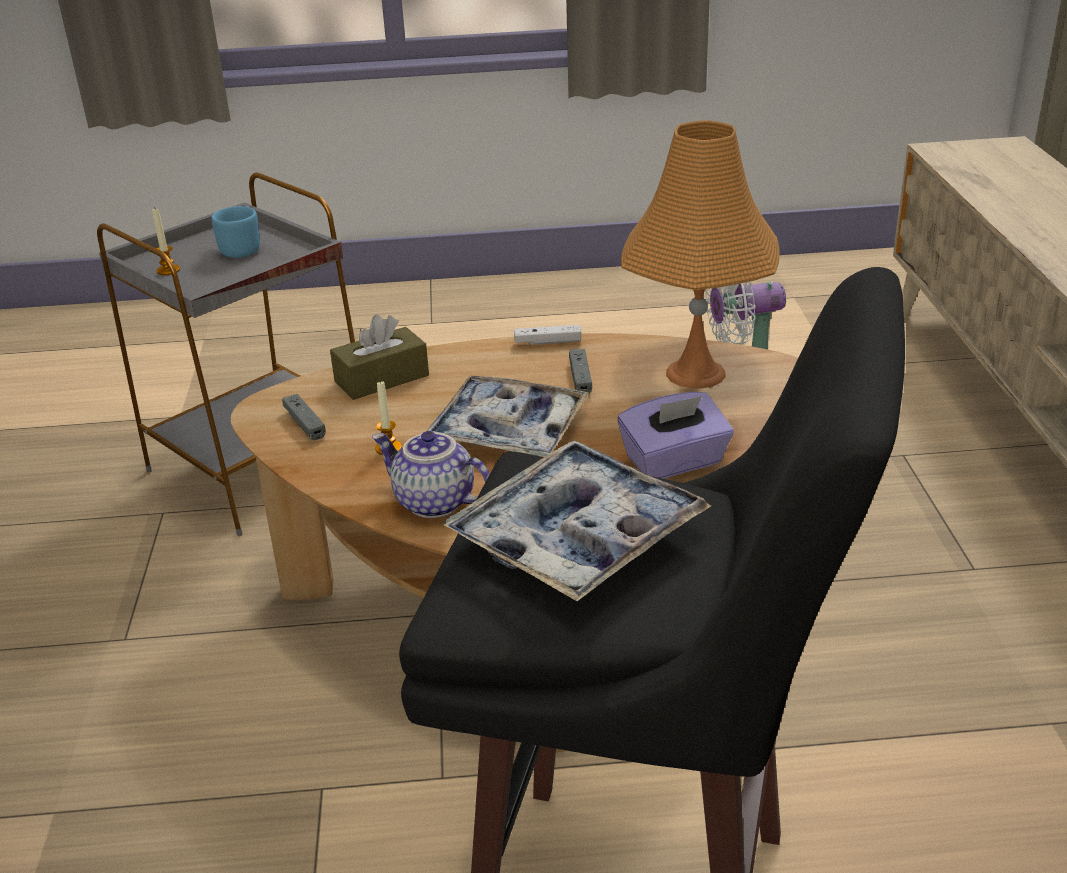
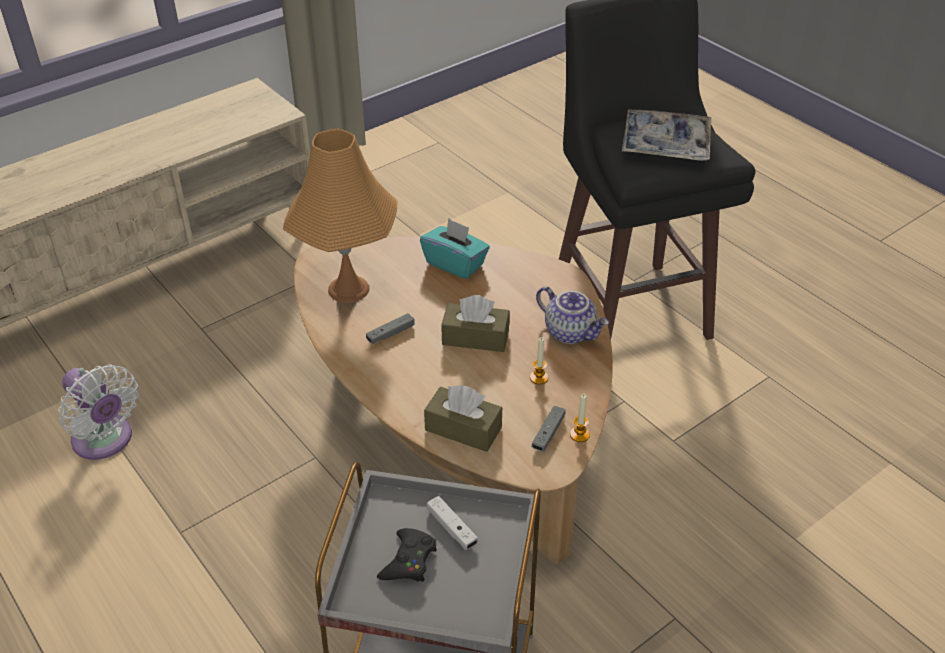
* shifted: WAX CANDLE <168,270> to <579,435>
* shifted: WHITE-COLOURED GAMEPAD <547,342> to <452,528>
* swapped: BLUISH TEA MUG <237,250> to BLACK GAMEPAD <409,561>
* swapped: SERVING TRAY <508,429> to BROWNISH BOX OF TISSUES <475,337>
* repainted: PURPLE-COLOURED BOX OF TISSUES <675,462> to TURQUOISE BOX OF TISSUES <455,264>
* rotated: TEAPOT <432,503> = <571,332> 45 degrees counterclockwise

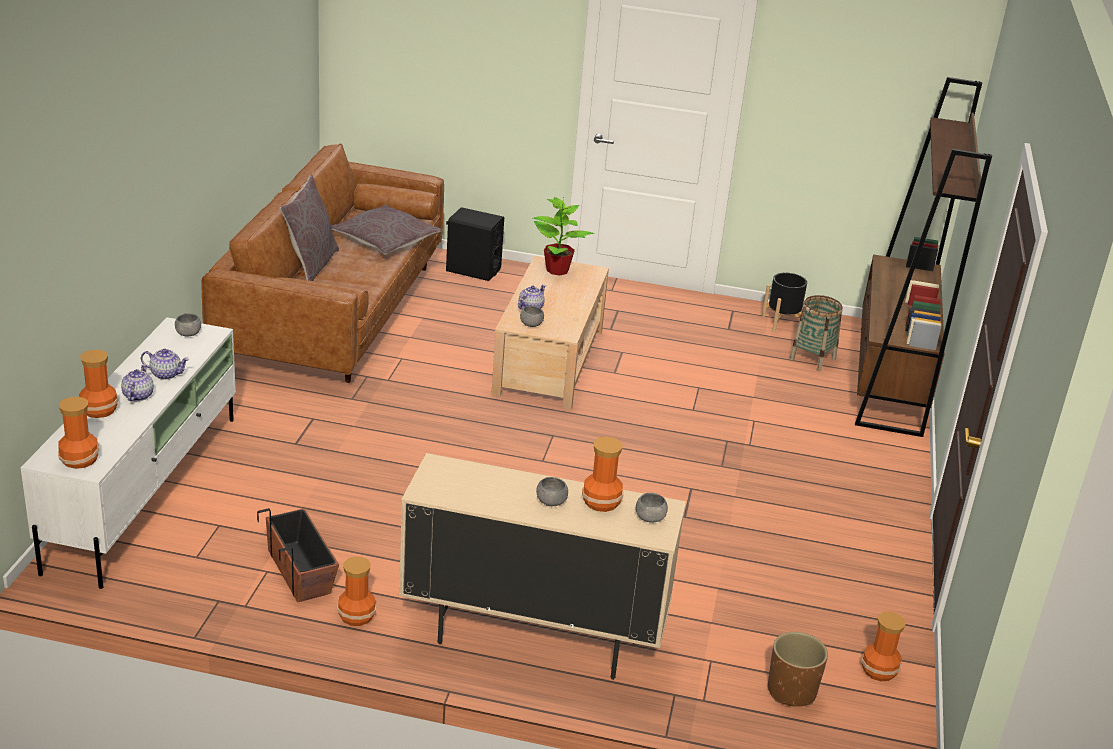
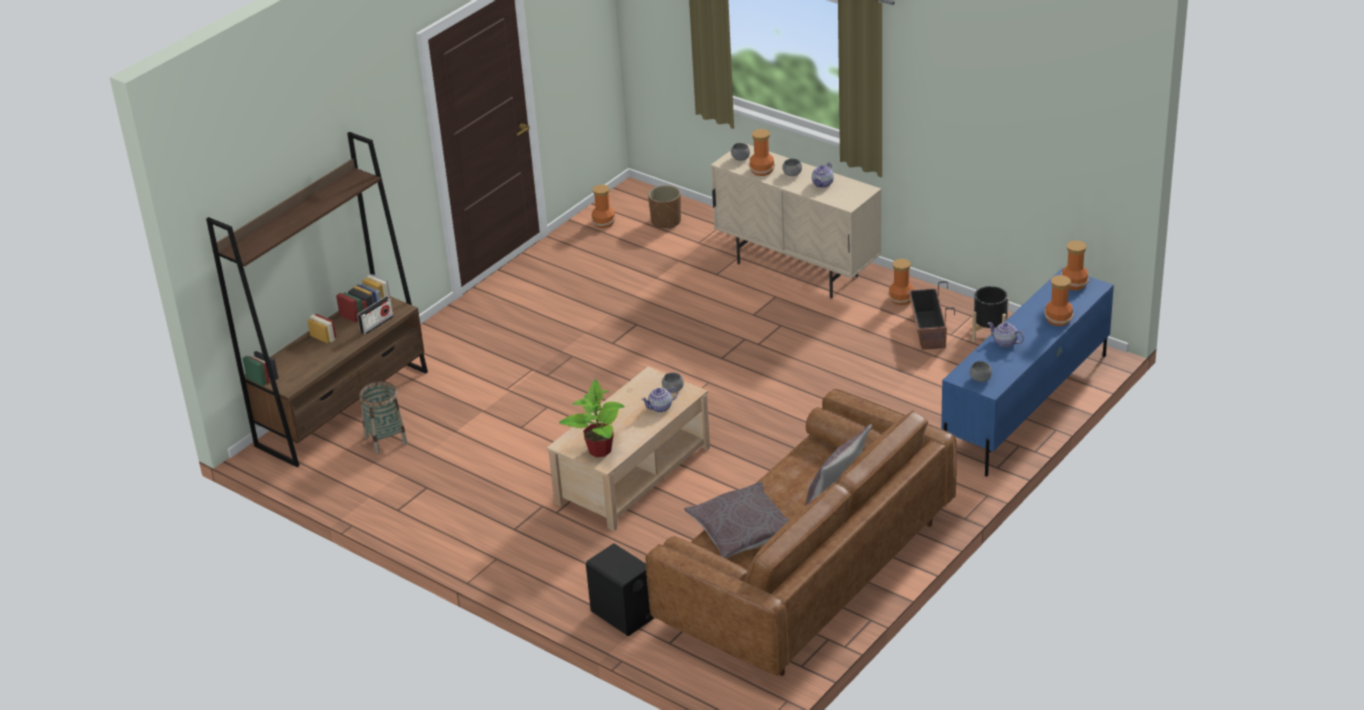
* new: RADIO <376,324>
* shifted: TEAPOT <137,395> to <823,184>
* shifted: BLACK PLANTER <782,323> to <989,333>
* repainted: WHITE-COLOURED TV UNIT <145,490> to BLUISH TV UNIT <1025,406>

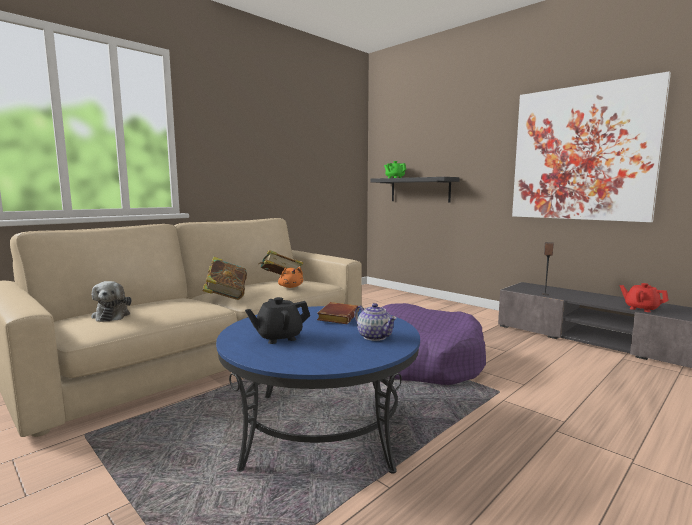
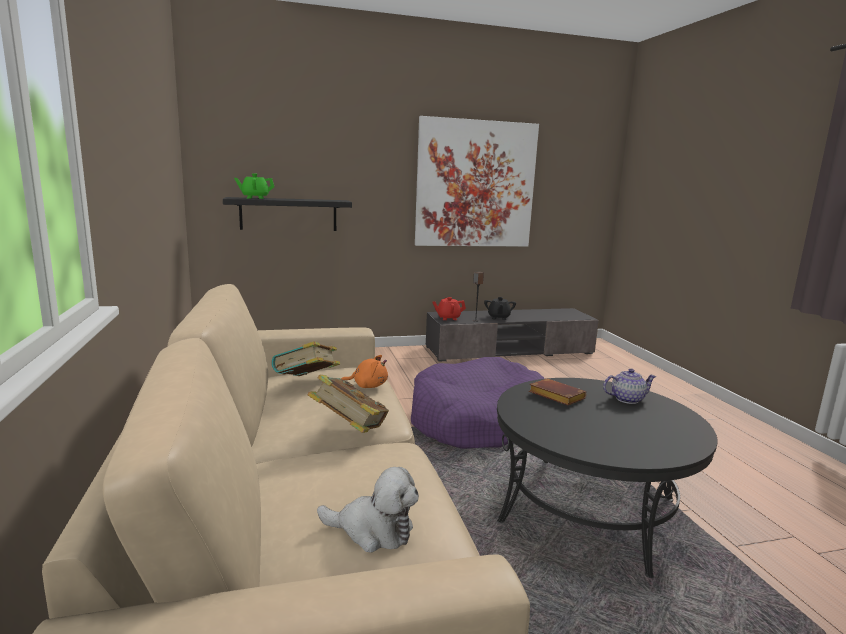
* shifted: BLACK TEAPOT <278,337> to <498,317>
* shifted: RED-COLOURED TEAPOT <641,309> to <448,318>
* repainted: BLUISH COFFEE TABLE <320,429> to BLACK COFFEE TABLE <588,510>

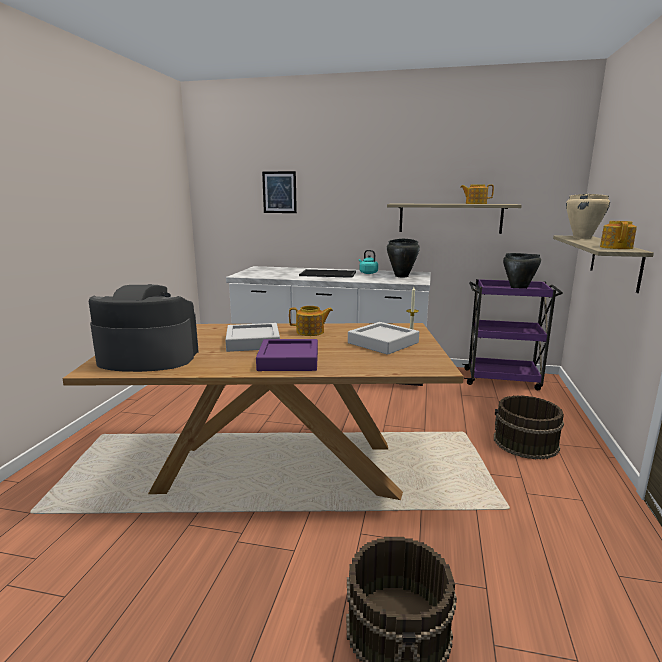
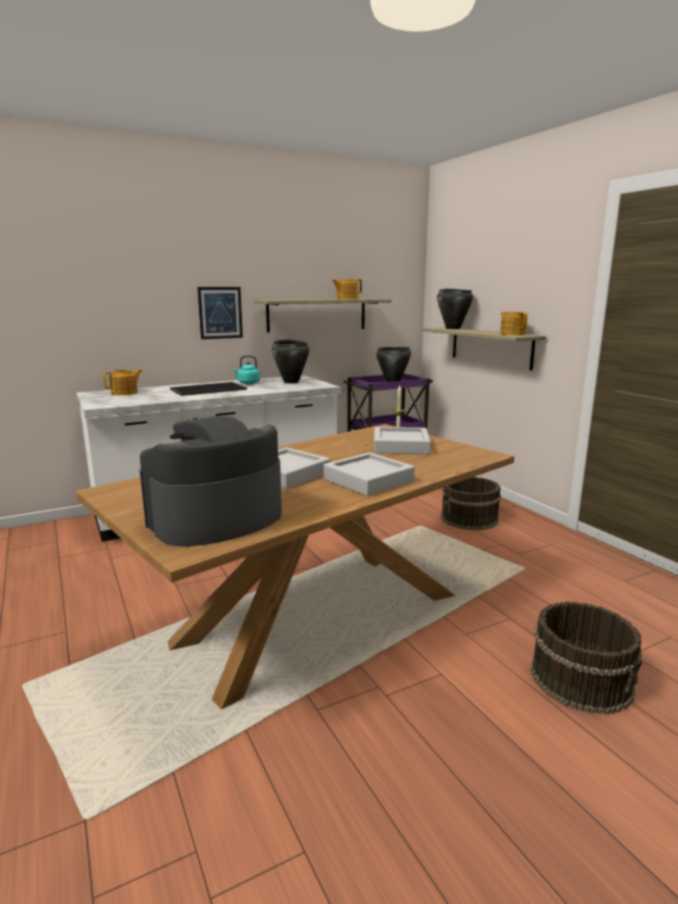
* shifted: WALL ART <279,192> to <220,313>
* shifted: TEAPOT <311,332> to <125,393>
* repainted: PURPLE-COLOURED SERVING TRAY <288,360> to GREYISH SERVING TRAY <368,480>
* repainted: BEIGE STOCKPOT <582,238> to BLACK STOCKPOT <453,328>

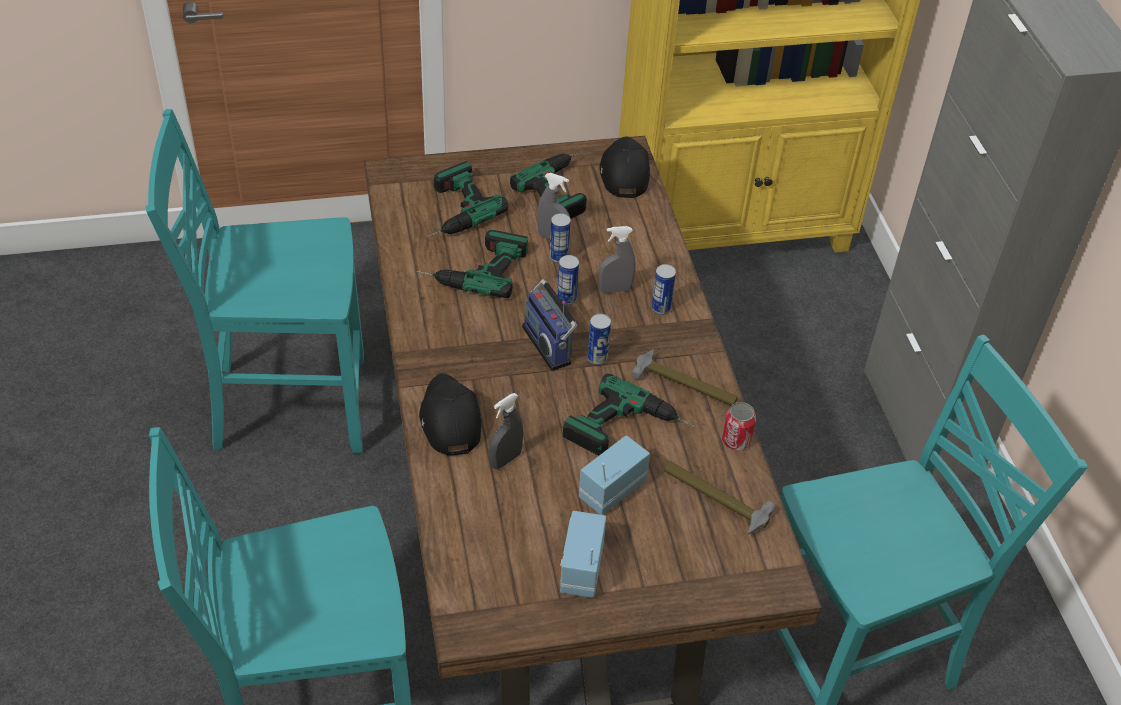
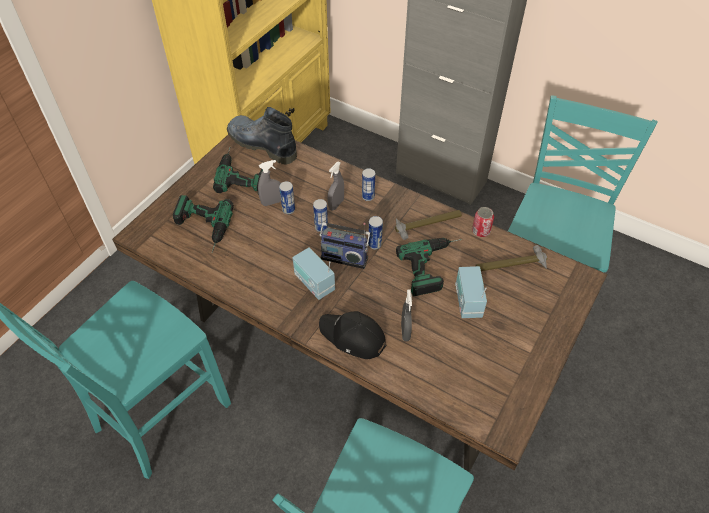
* gone: DRILL <472,268>
* shifted: RADIO <580,569> to <314,283>
* swapped: BLACK PEAKED CAP <623,173> to BOOT <261,144>

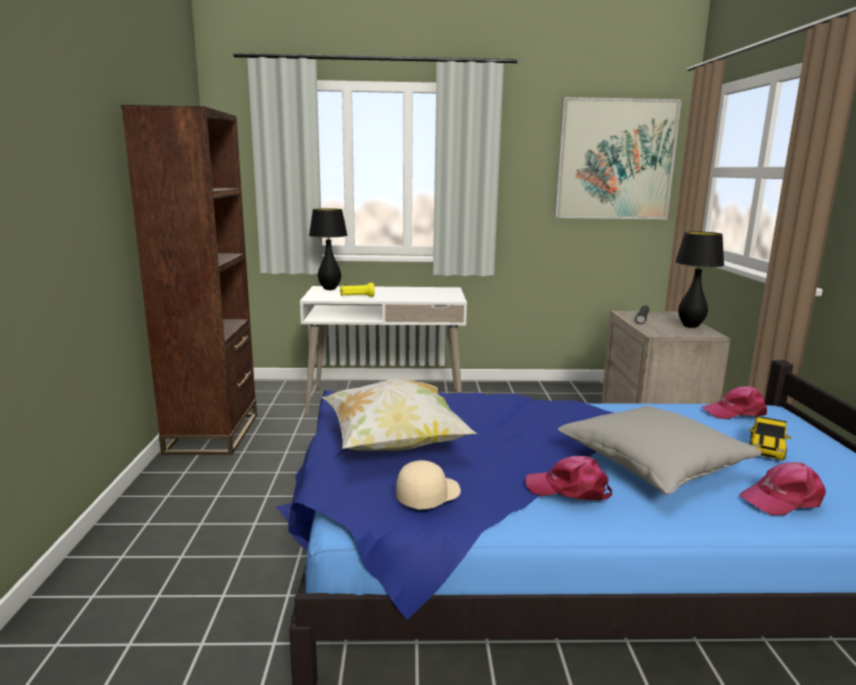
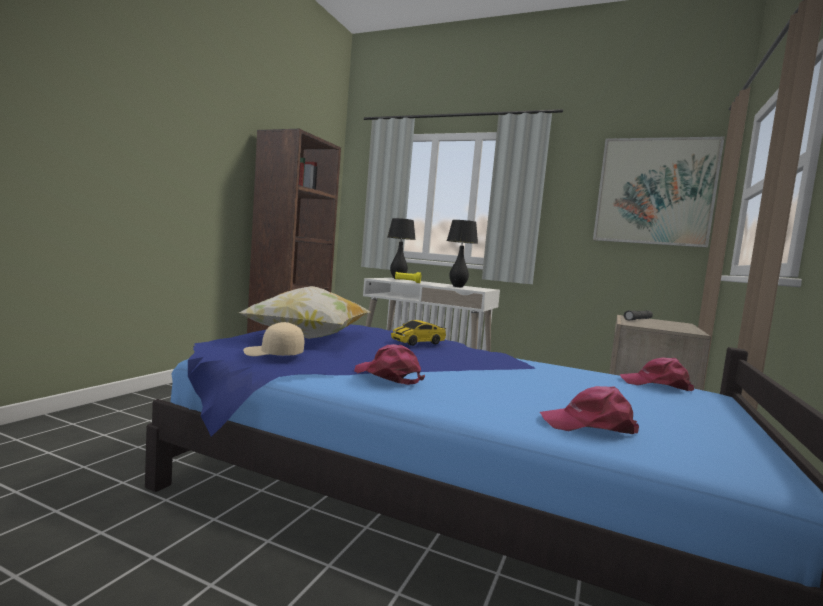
* gone: GREYISH CUSHION <652,465>
* shifted: BLACK TABLE LAMP <690,326> to <457,287>
* shifted: MODEL CAR <766,448> to <418,342>
* rotated: BEIGE PEAKED CAP <428,496> = <273,354> 150 degrees counterclockwise

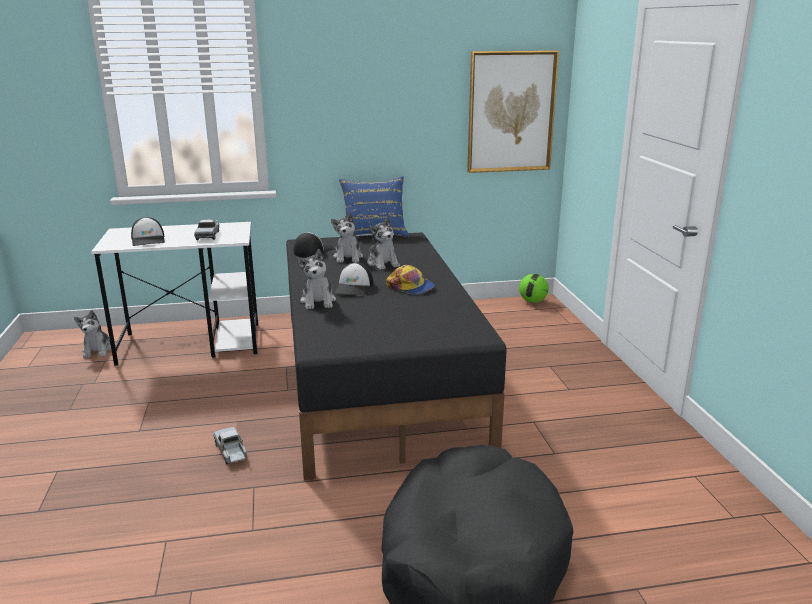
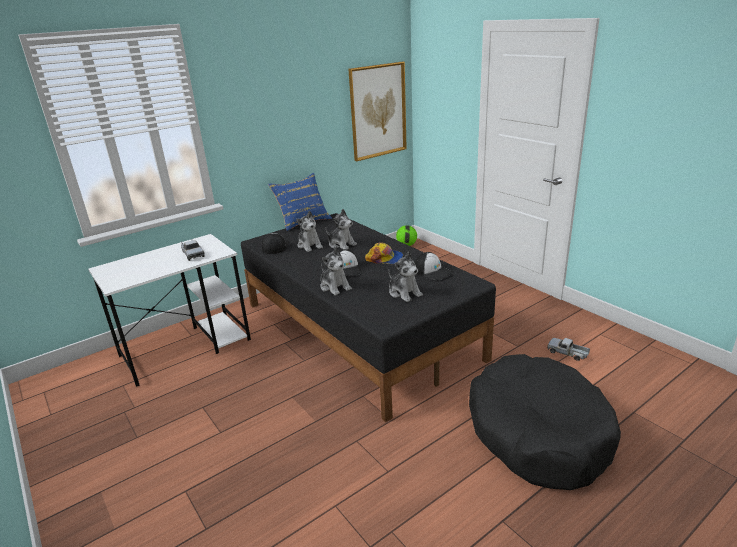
* shifted: SOFT TOY <98,350> to <404,293>
* shifted: PEAKED CAP <148,240> to <433,272>
* shifted: TOY TRUCK <231,452> to <567,353>

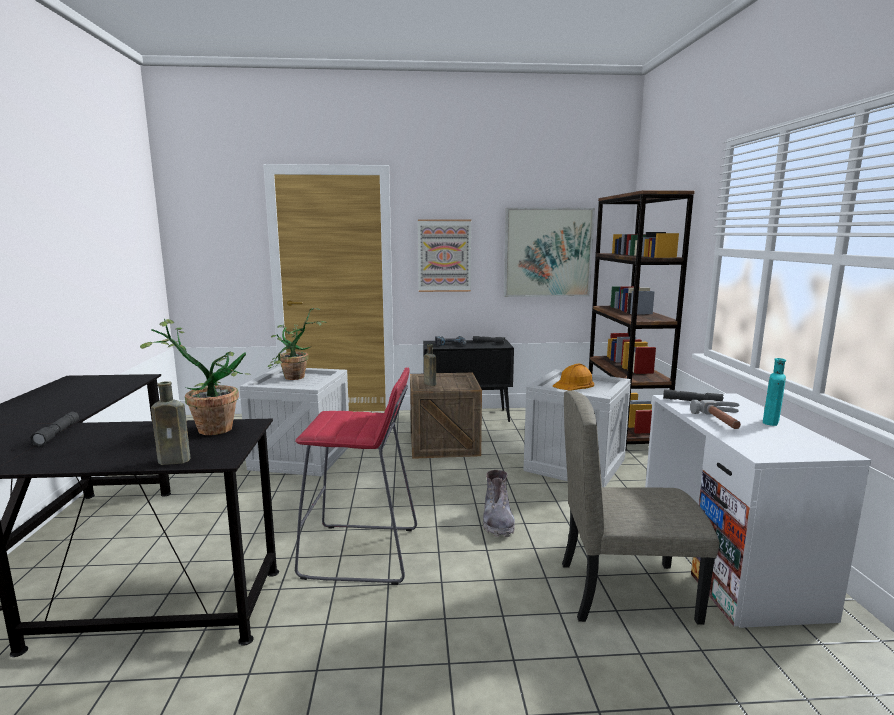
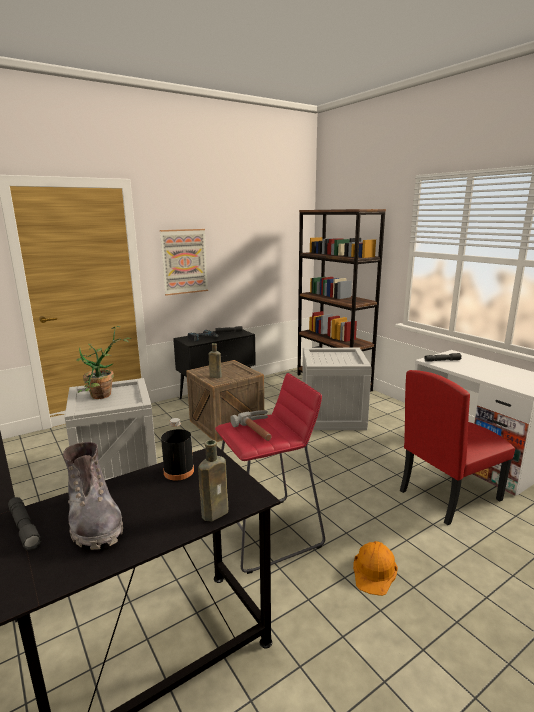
* gone: WALL ART <547,252>
* gone: TURQUOISE BOTTLE <770,422>
* shifted: GREYISH BOOT <497,521> to <94,520>
* shifted: ORANGE-COLOURED WORK HELMET <574,384> to <374,571>
* shifted: HAND HAMMER <726,421> to <260,430>
* swapped: HOUSEPLANT <207,428> to BLACK BOTTLE <179,471>
* repainted: BEIGE UPRIGHT CHAIR <626,591> to RED-COLOURED UPRIGHT CHAIR <449,495>

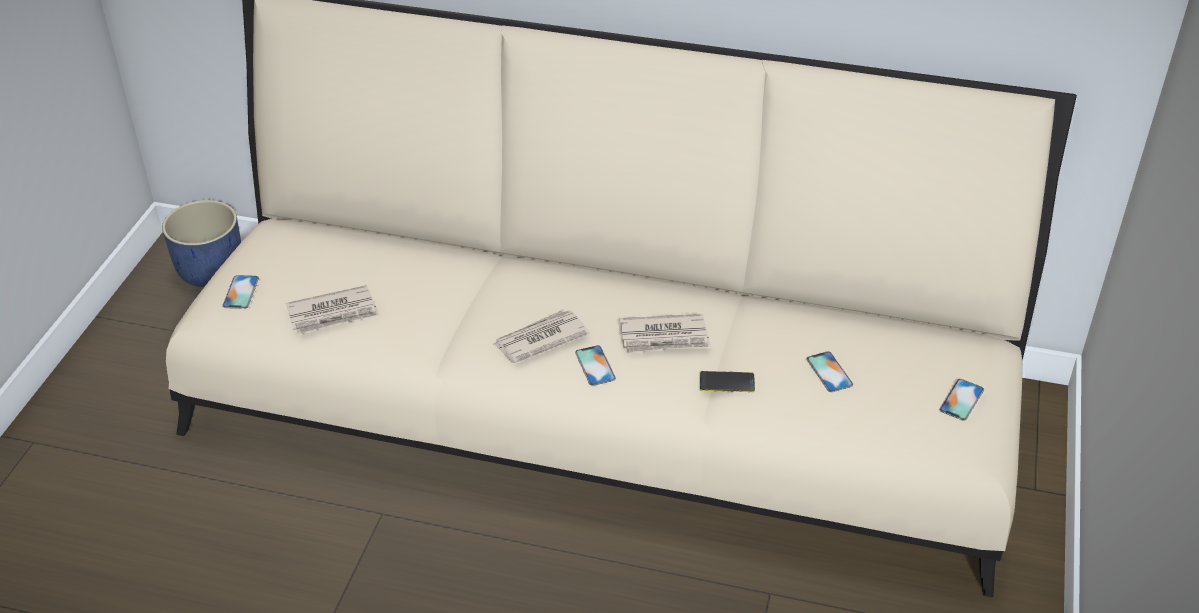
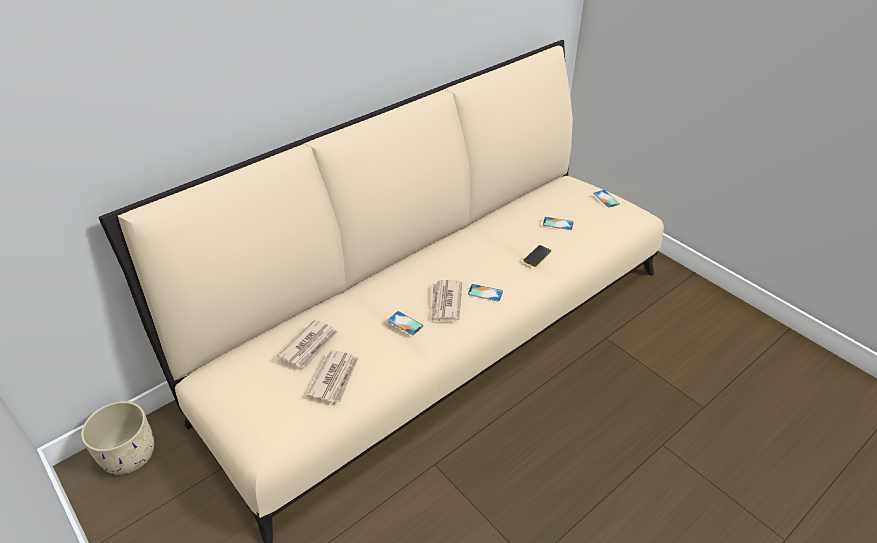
* shifted: PHONE <241,292> to <405,323>
* shifted: NEWSPAPER <665,337> to <310,345>
* repainted: BLUISH PLANTER <212,271> to BEIGE PLANTER <130,454>

